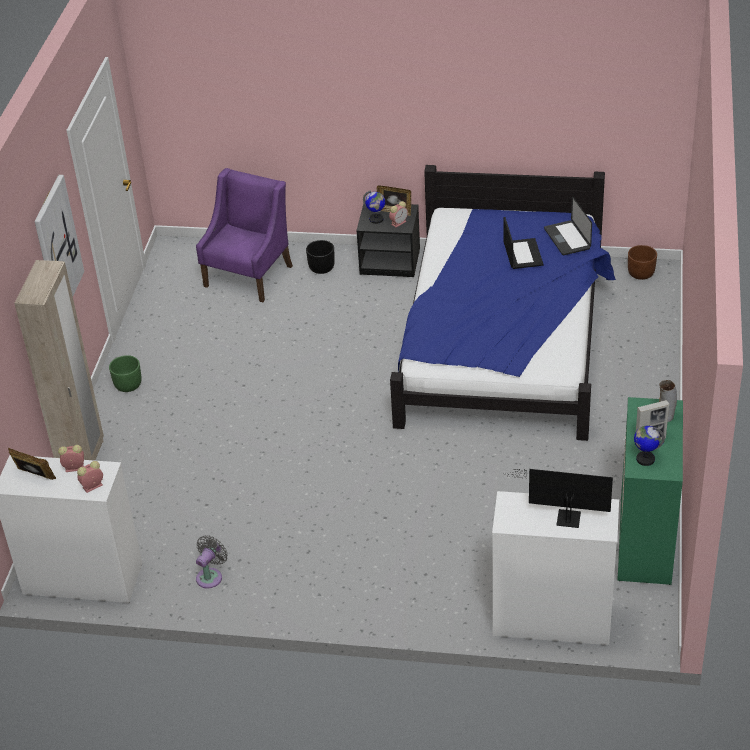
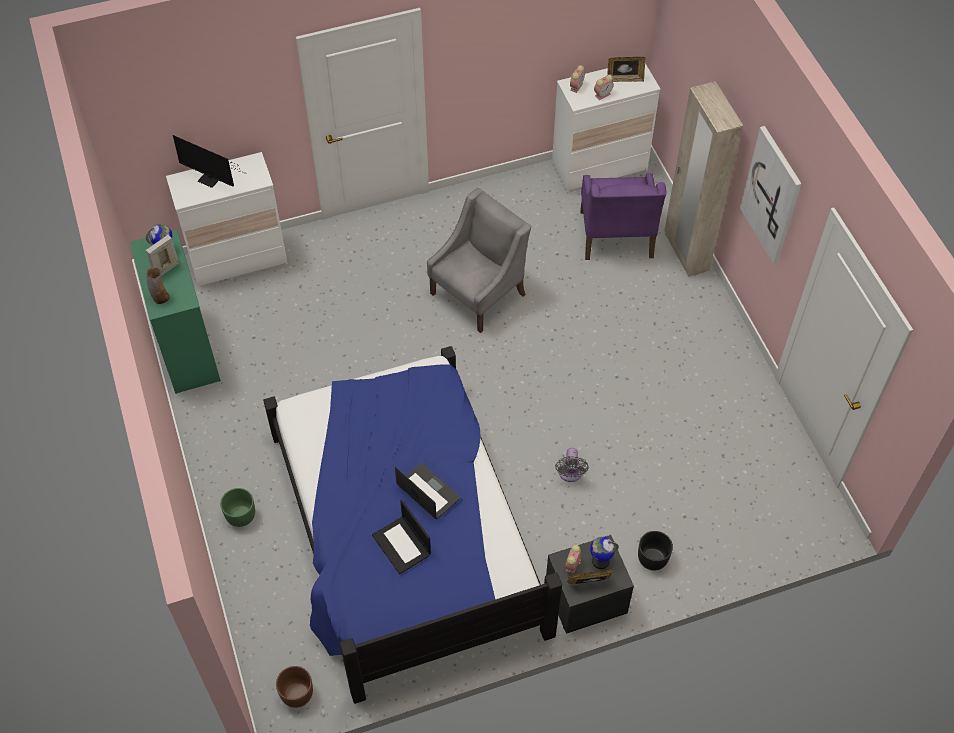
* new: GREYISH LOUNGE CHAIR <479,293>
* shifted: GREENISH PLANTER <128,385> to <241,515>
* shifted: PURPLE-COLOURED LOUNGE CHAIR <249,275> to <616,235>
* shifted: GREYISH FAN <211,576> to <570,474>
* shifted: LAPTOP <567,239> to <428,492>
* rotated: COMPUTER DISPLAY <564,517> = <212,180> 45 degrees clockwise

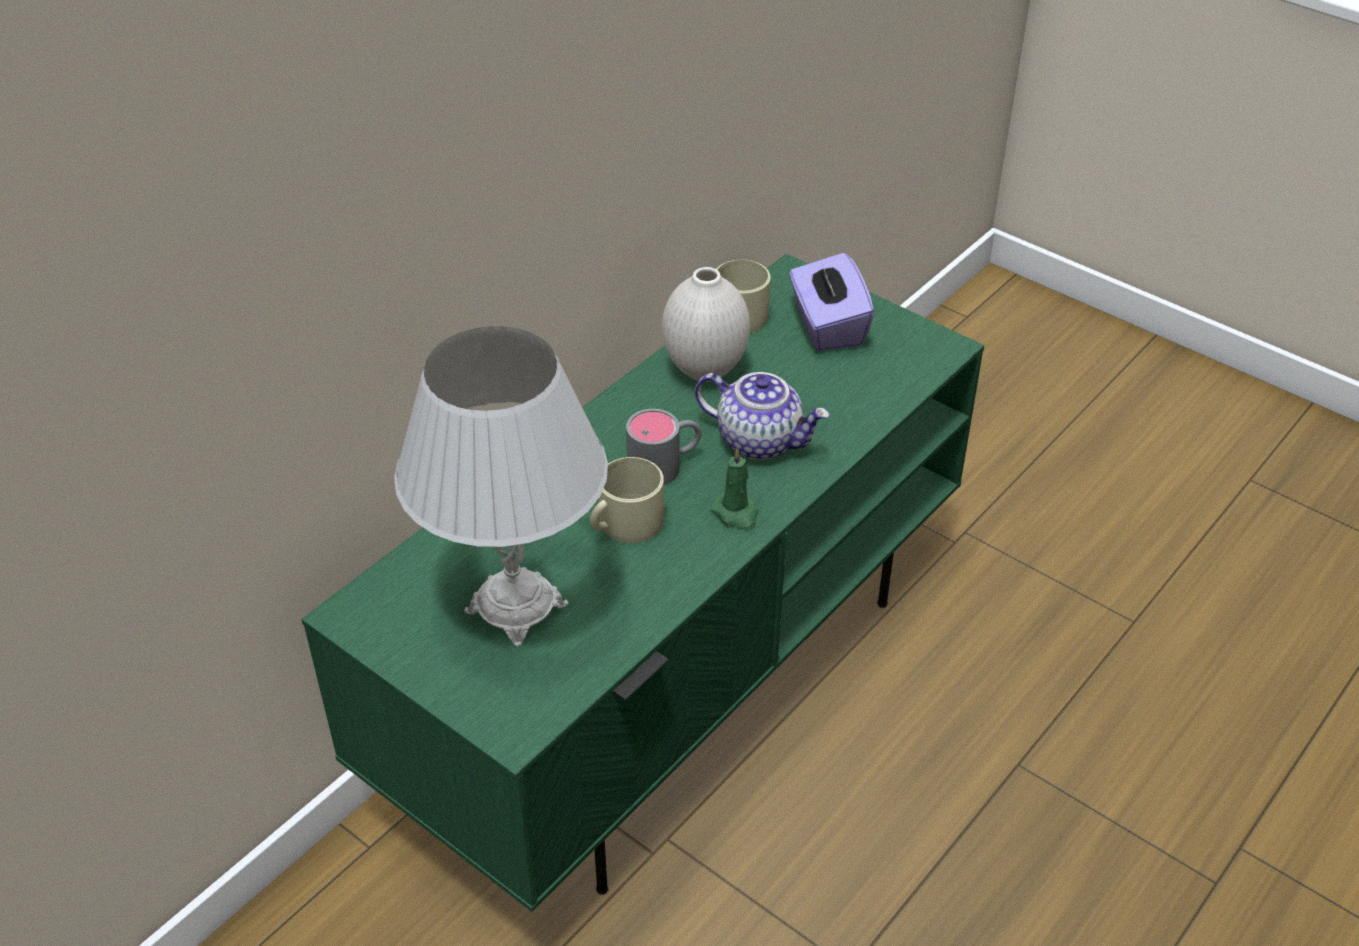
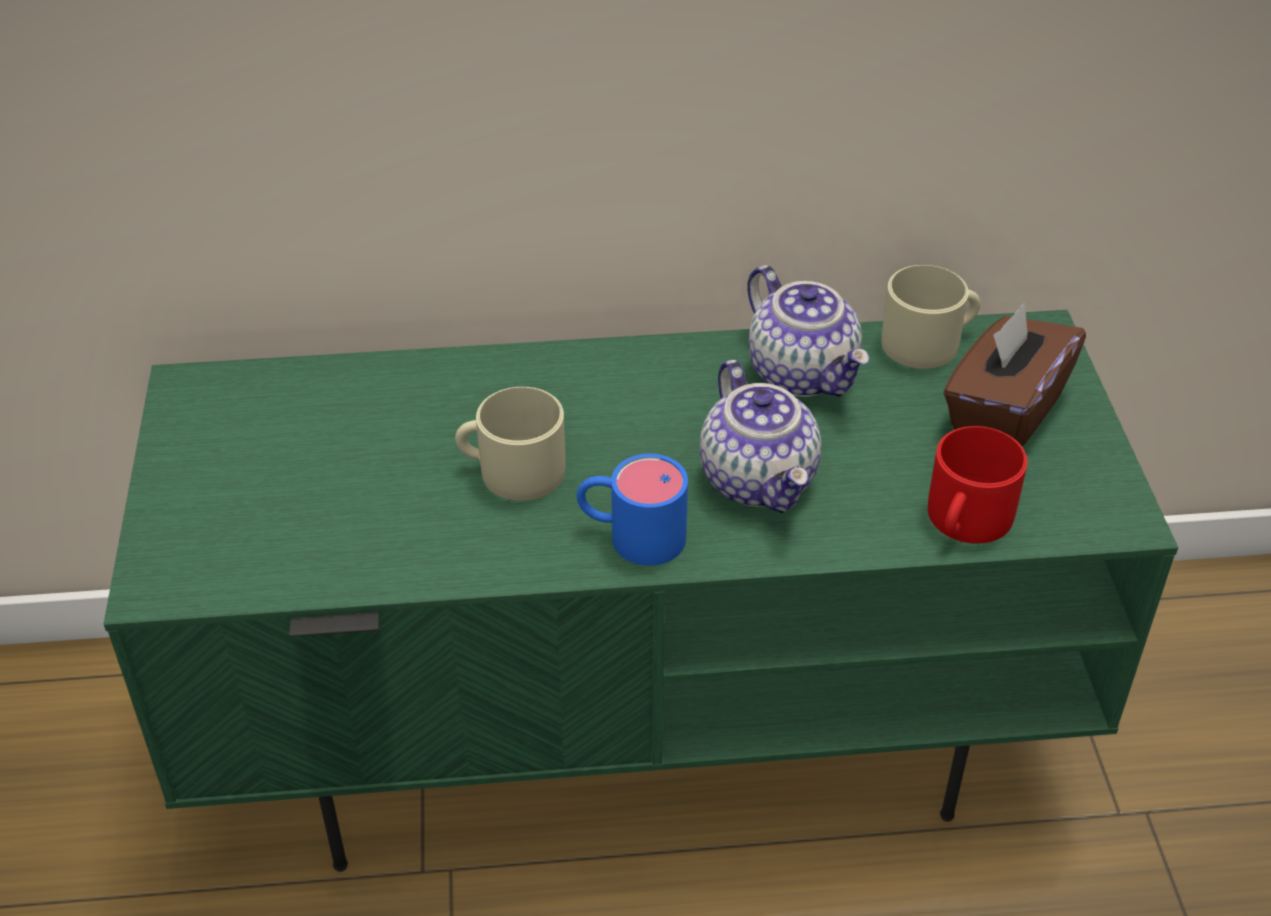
* gone: WHITE-COLOURED TABLE LAMP <516,607>
* gone: GREYISH TEA MUG <665,465>
* new: RED-COLOURED TEA MUG <965,520>
* swapped: WHITE-COLOURED VASE <704,369> to TEAPOT <804,373>
* swapped: GREENISH WAX CANDLE <736,513> to BLUISH TEA MUG <631,535>
* repainted: PURPLE-COLOURED BOX OF TISSUES <827,326> to BROWNISH BOX OF TISSUES <1004,411>

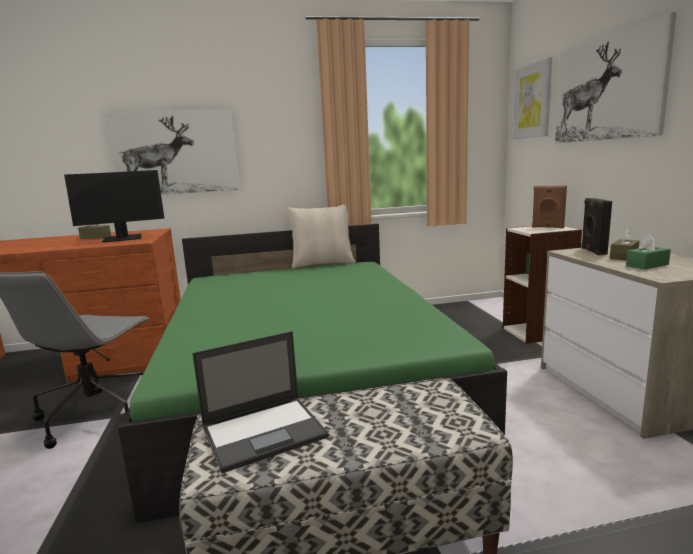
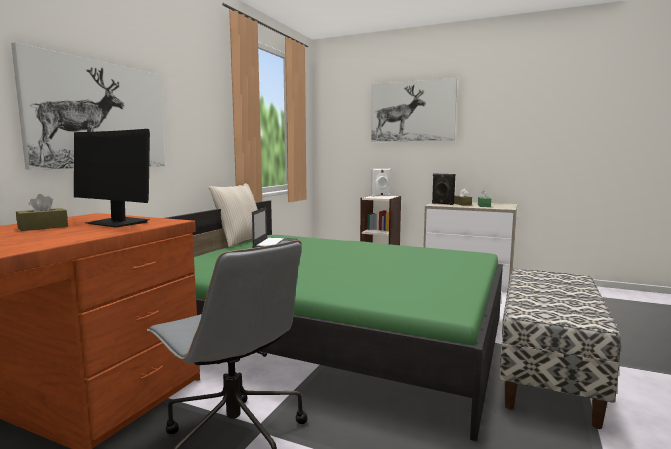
* gone: WALL ART <532,101>
* shifted: LAPTOP <265,432> to <275,243>
* repainted: BROWNISH SPEAKER <547,227> to WHITE-COLOURED SPEAKER <380,196>
* rotated: COMPUTER DISPLAY <123,239> = <118,223> 105 degrees clockwise

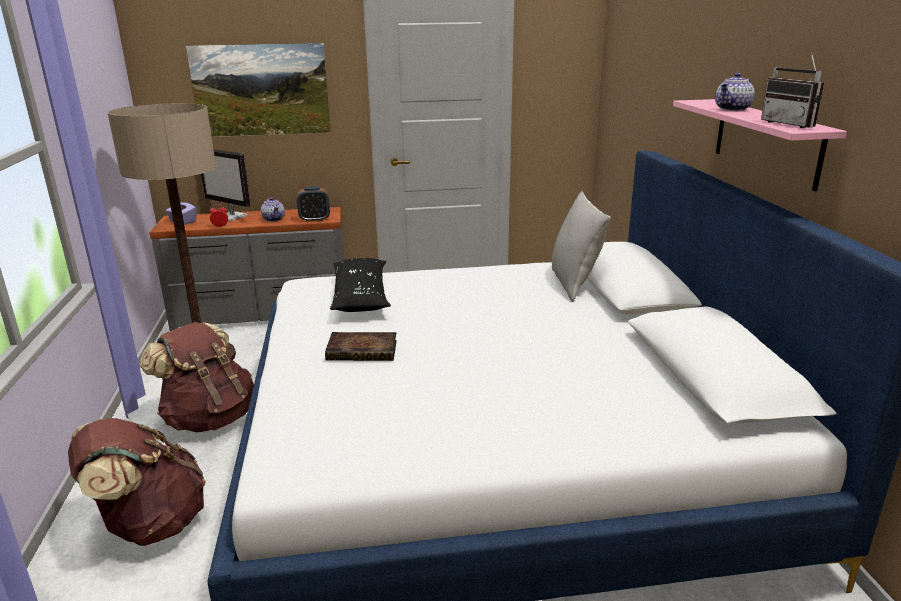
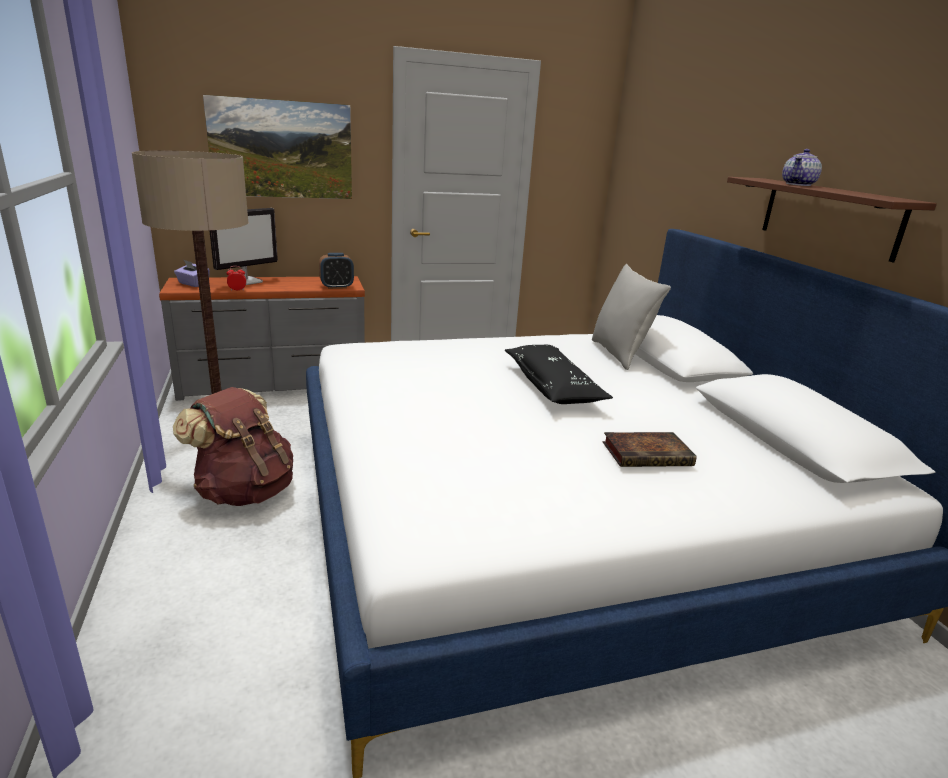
* gone: BROWNISH KNAPSACK <150,524>
* gone: TEAPOT <274,219>
* gone: RADIO <792,124>
* shifted: VOLUME <364,350> to <648,454>
* shifted: BLACK CUSHION <361,296> to <553,386>
* repainted: PINKISH SHELF <766,141> to BROWNISH SHELF <829,217>
* rotated: COMPUTER DISPLAY <232,217> = <246,281> 75 degrees counterclockwise

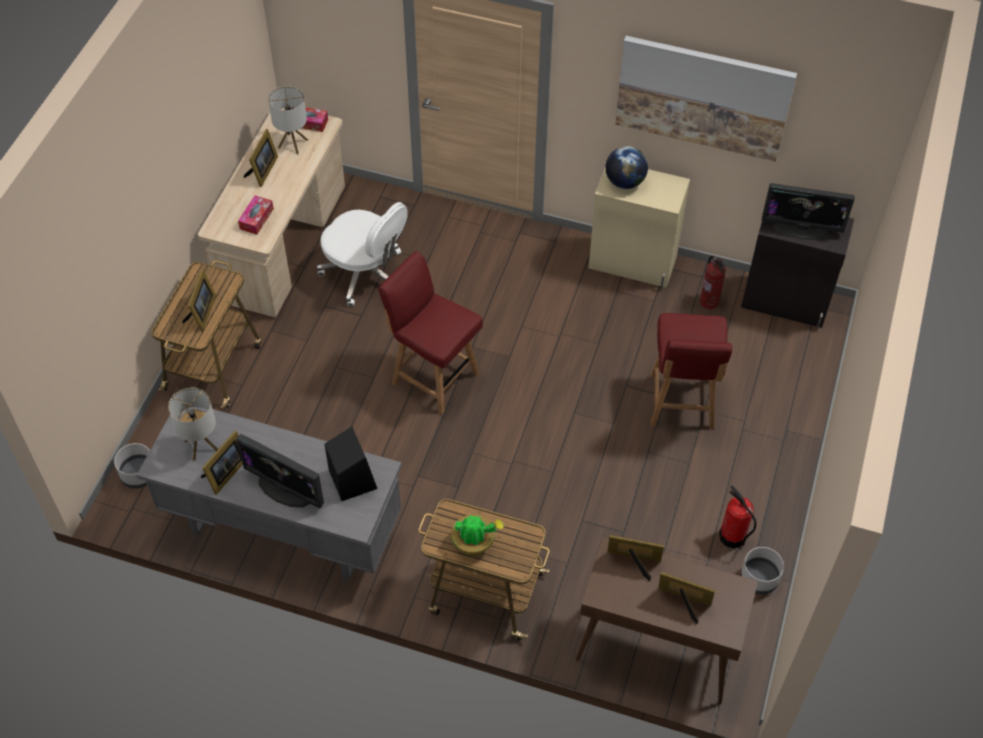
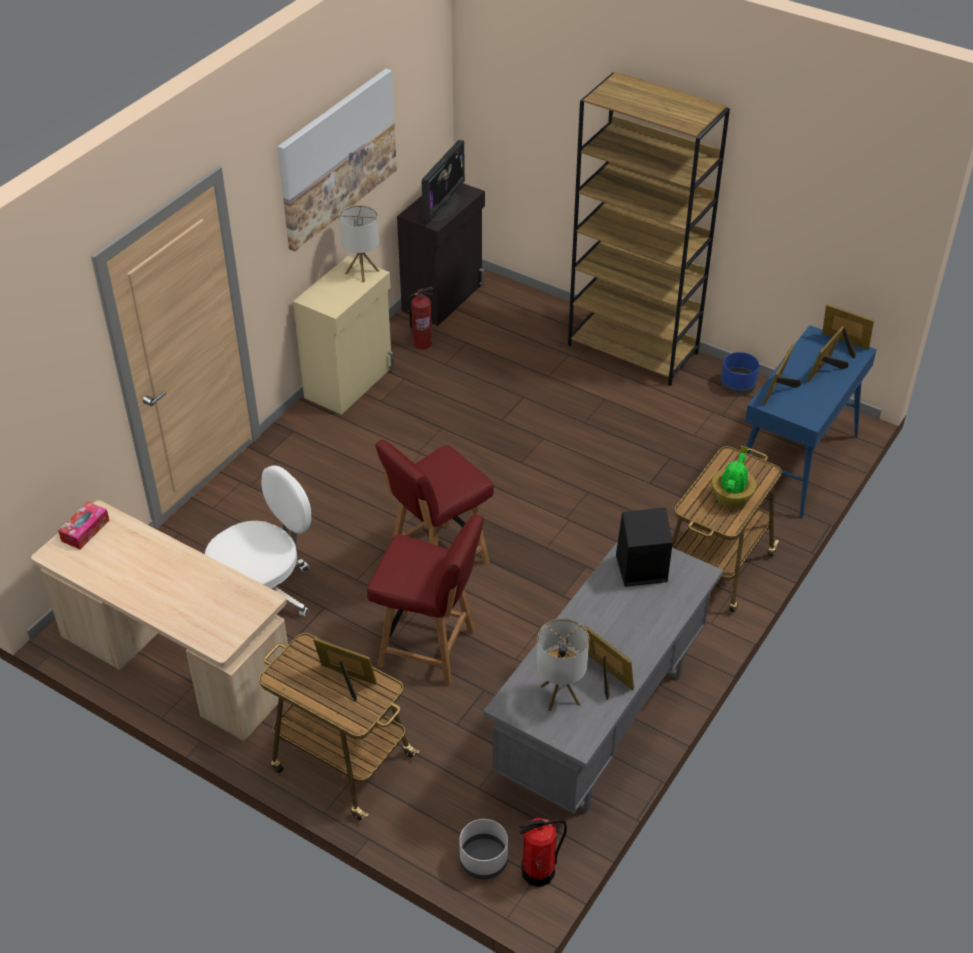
* gone: COMPUTER DISPLAY <285,489>
* gone: BOX OF TISSUES <256,219>
* gone: GLOBE <624,182>
* new: BROWNISH SHELVING UNIT <633,349>
* shifted: PHOTO FRAME <263,171> to <844,345>
* shifted: TABLE LAMP <293,144> to <362,272>
* shifted: RED-COLOURED UPRIGHT CHAIR <681,403> to <429,648>
* shifted: EXTINGUISHER <732,537> to <538,872>
* repainted: BROWNISH CONSOLE TABLE <656,647> to BLUISH CONSOLE TABLE <795,463>
* repainted: GREYISH PLANTER <759,579> to BLUISH PLANTER <738,385>

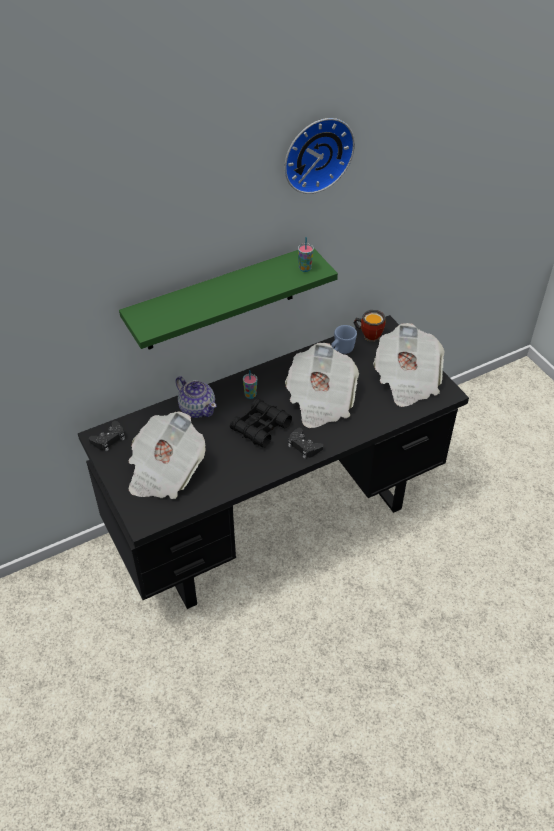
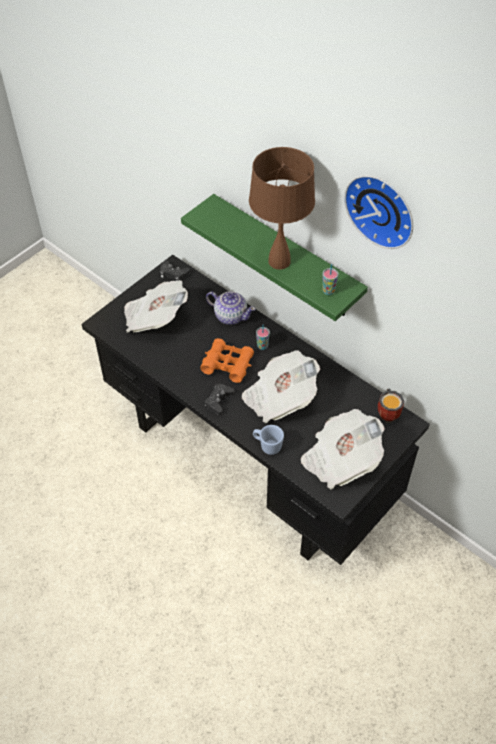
* new: BROWNISH TABLE LAMP <278,261>
* shifted: BLUISH TEA MUG <341,350> to <267,446>
* repainted: BLACK FIELD GLASSES <260,427> to ORANGE-COLOURED FIELD GLASSES <227,364>
* rotated: TEAPOT <197,408> = <230,316> 90 degrees counterclockwise

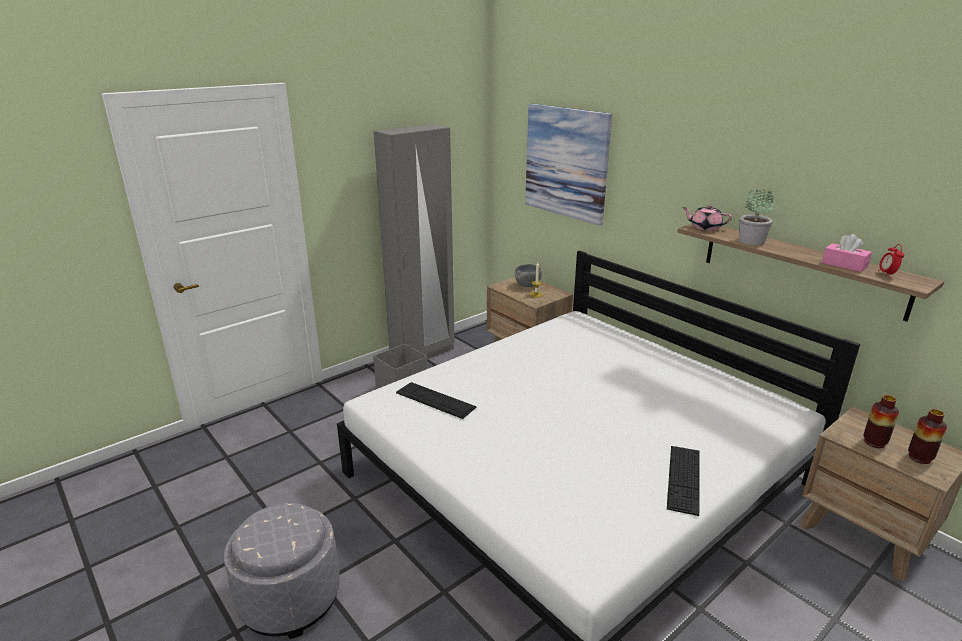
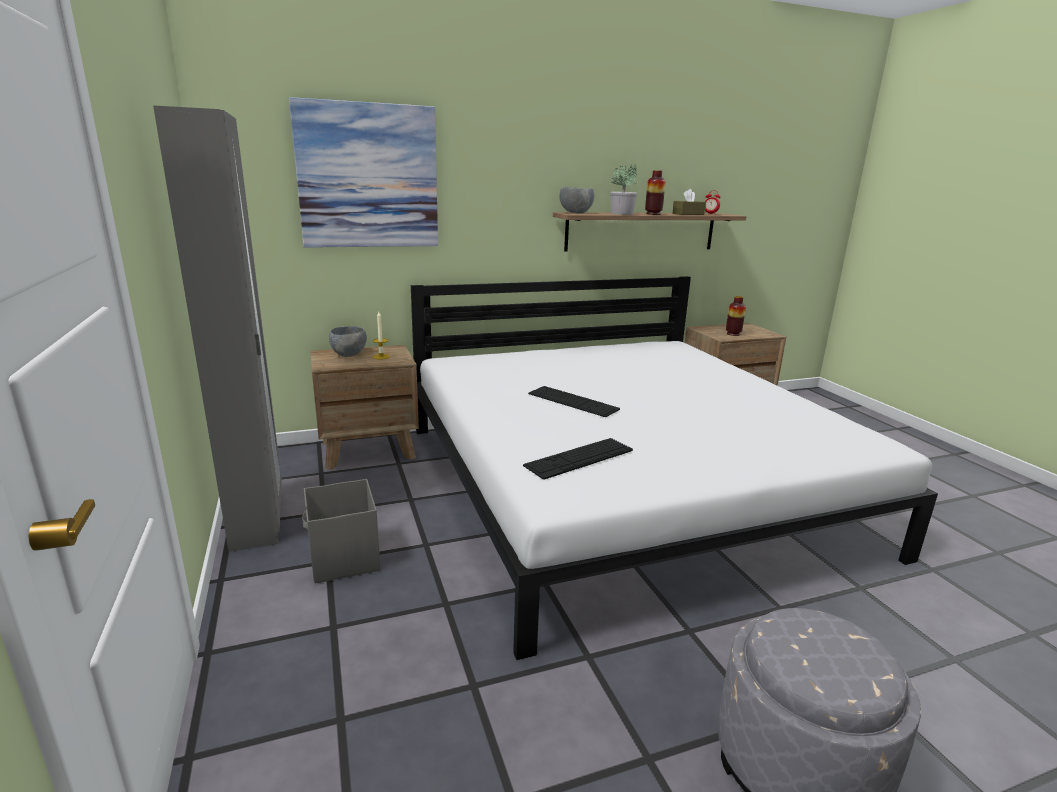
* shifted: PC KEYBOARD <683,479> to <572,401>
* shifted: VASE <919,458> to <653,214>
* swapped: PINKISH TEAPOT <705,228> to GREYISH DEEP DISH <575,213>
* repainted: PINKISH BOX OF TISSUES <844,265> to BROWNISH BOX OF TISSUES <688,214>

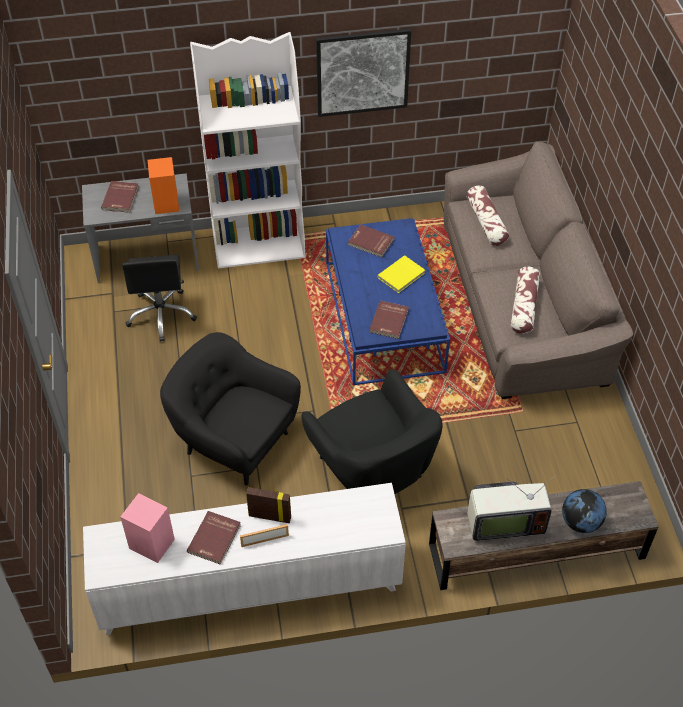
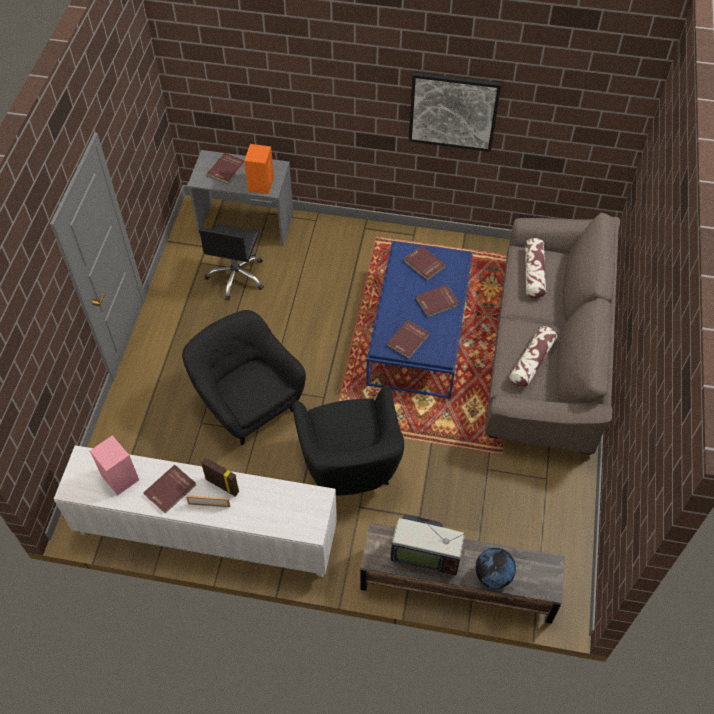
* gone: WHITE-COLOURED SHELVING UNIT <259,244>
* repainted: YELLOWISH VOLUME <401,276> to RED-COLOURED VOLUME <437,302>

